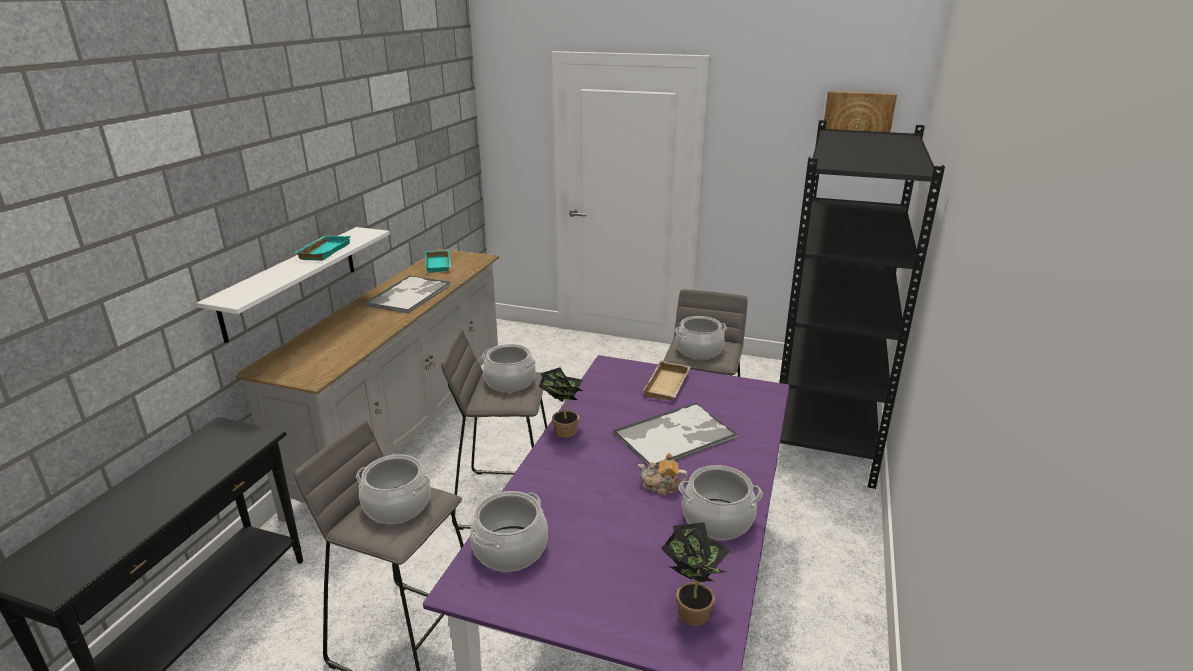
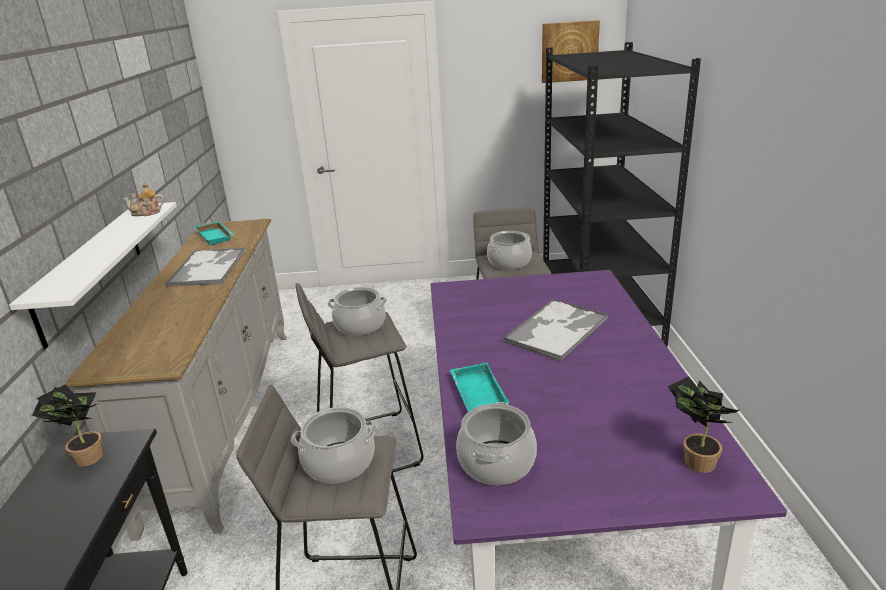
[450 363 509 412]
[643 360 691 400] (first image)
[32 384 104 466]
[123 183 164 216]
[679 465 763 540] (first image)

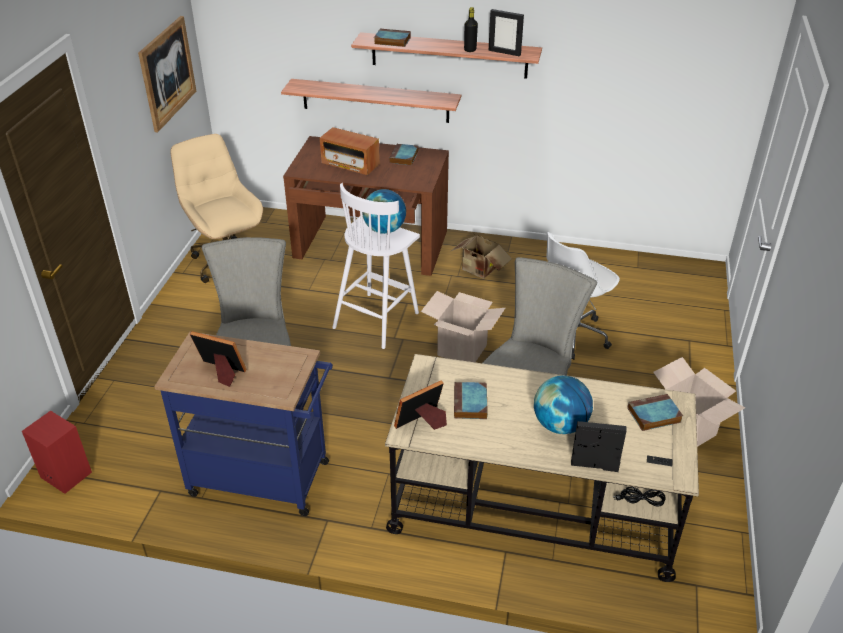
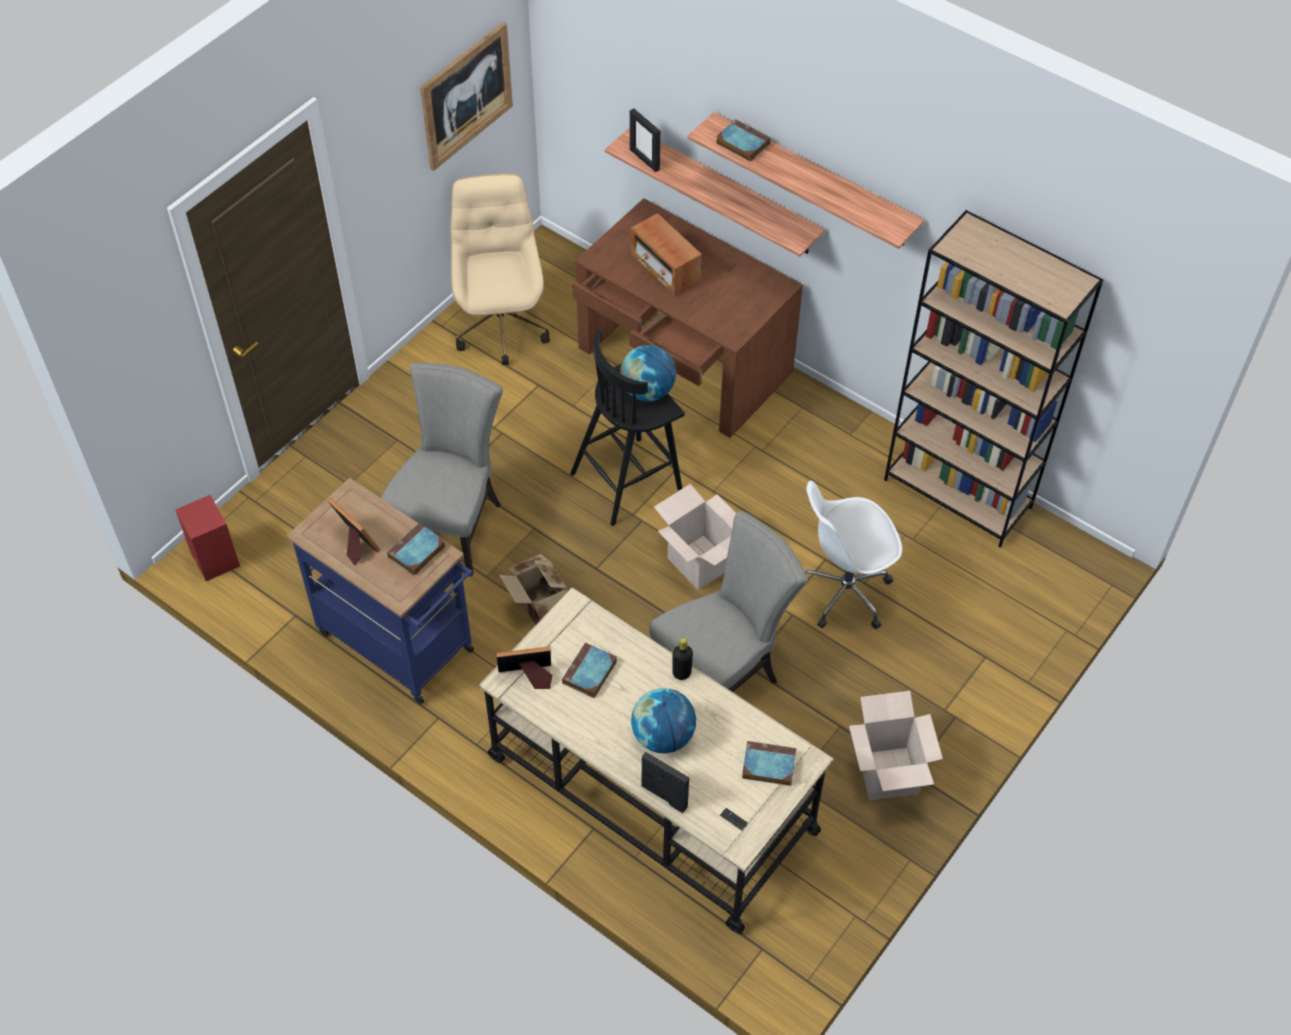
[673 638 693 680]
[630 109 660 172]
[387 523 446 576]
[570 329 685 526]
[499 554 568 625]
[884 210 1104 548]

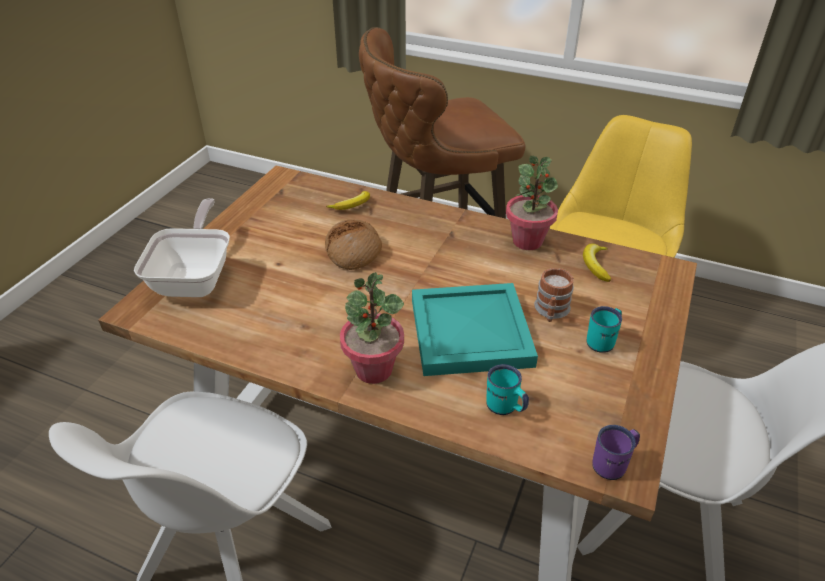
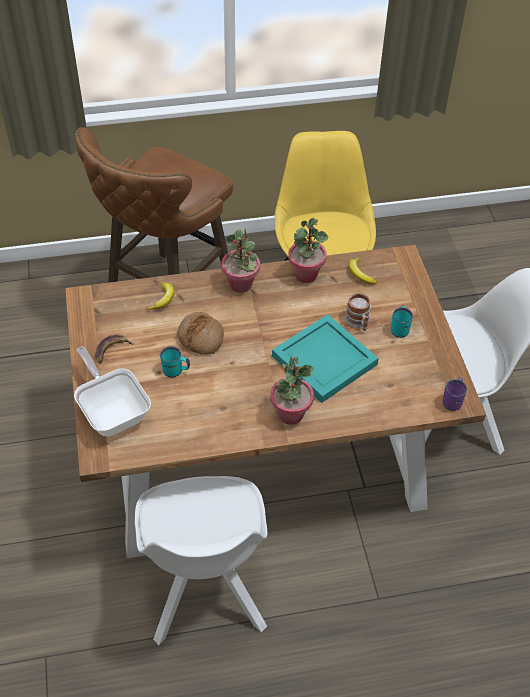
[160 346 190 377]
[221 229 260 293]
[95 334 133 363]

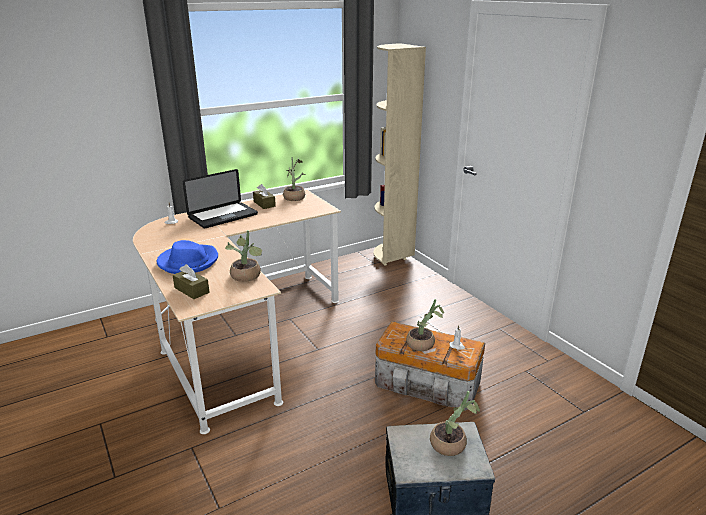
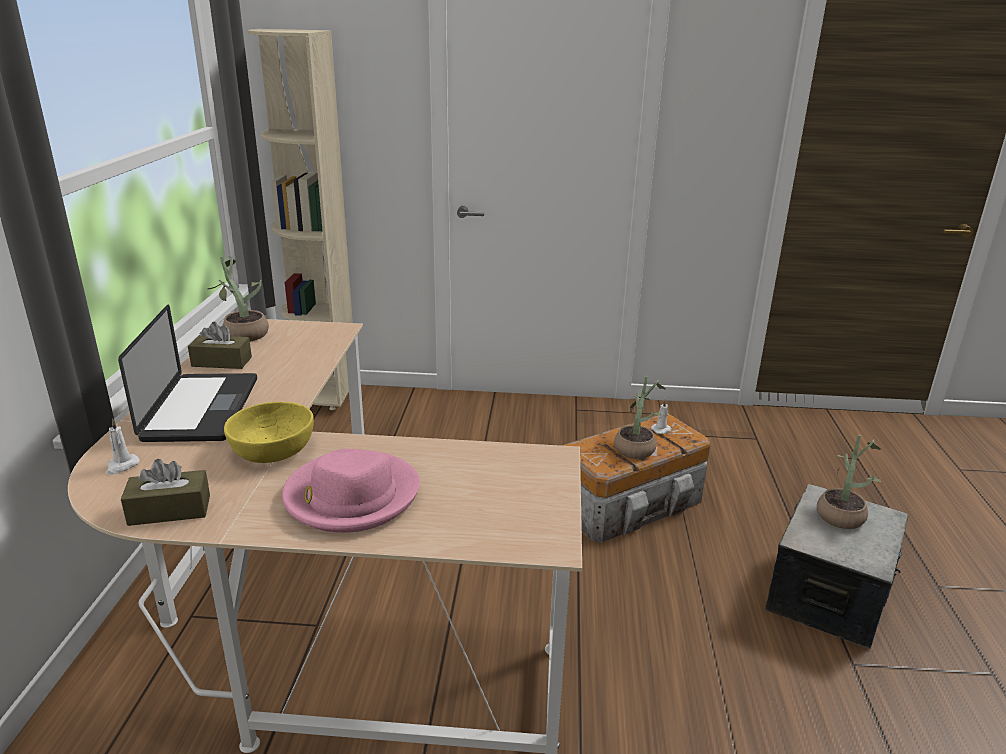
[225 230 262 282] (first image)
[282 449 420 533]
[121 459 210 526]
[224 402 314 463]

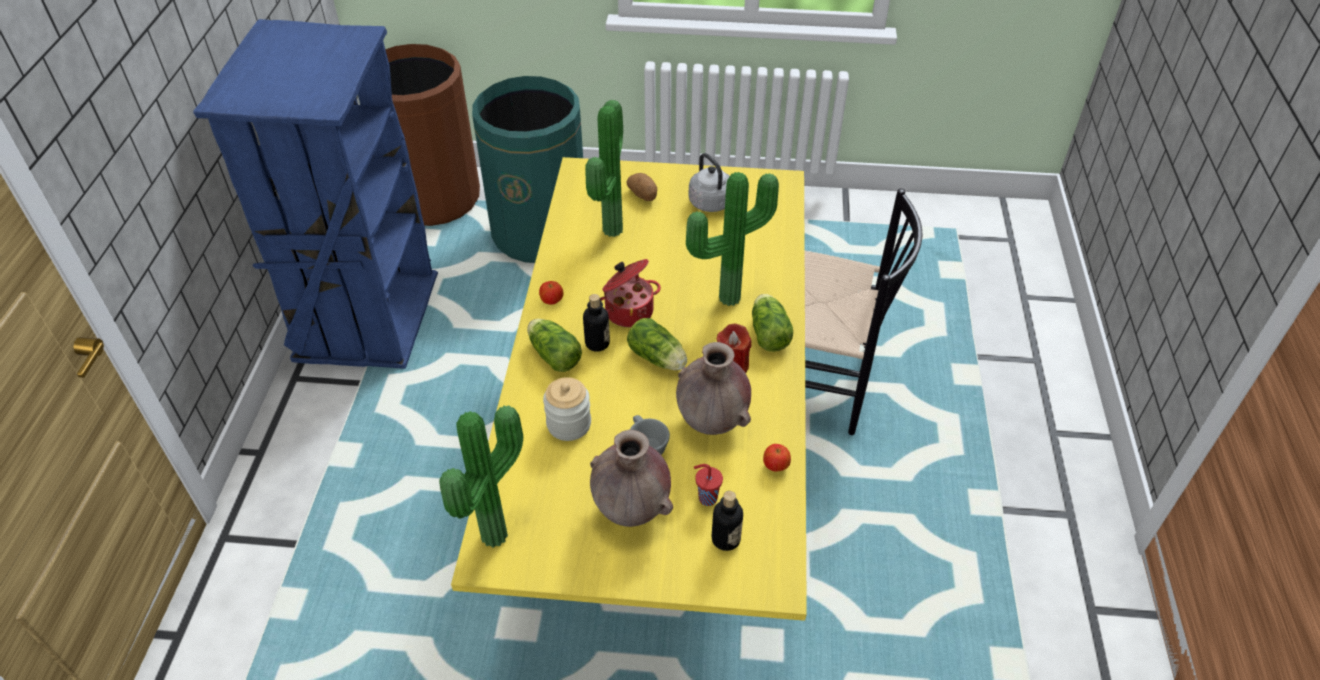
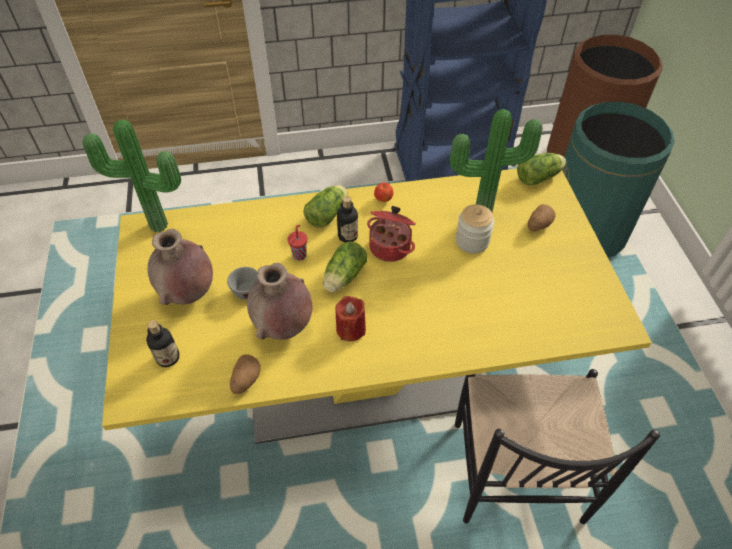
[688 153 730 212] (first image)
[686 172 779 306] (first image)
[517 153 566 186]
[456 204 494 253]
[230 354 261 394]
[288 225 308 261]

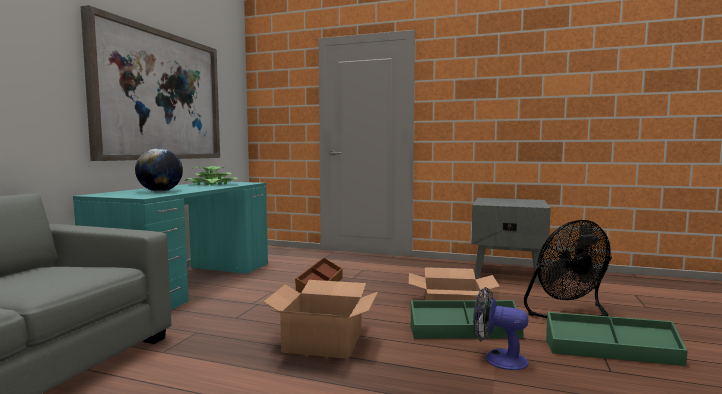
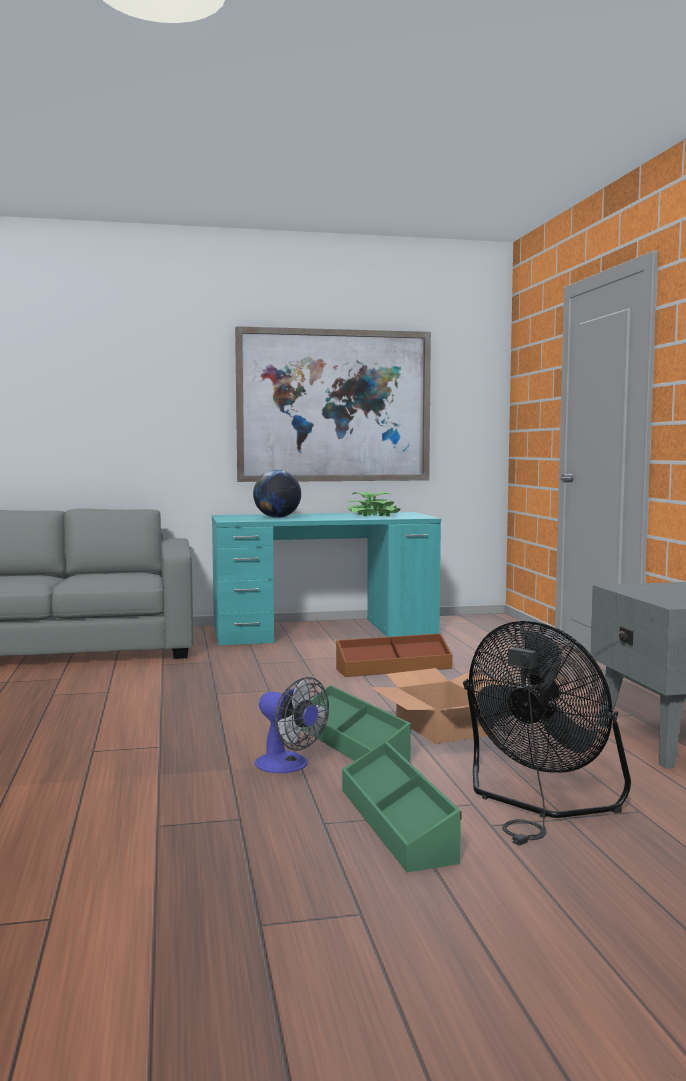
[264 280 378 359] (first image)
[255 677 329 773]

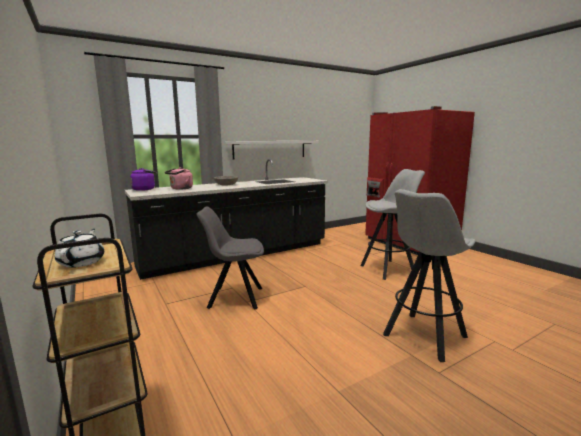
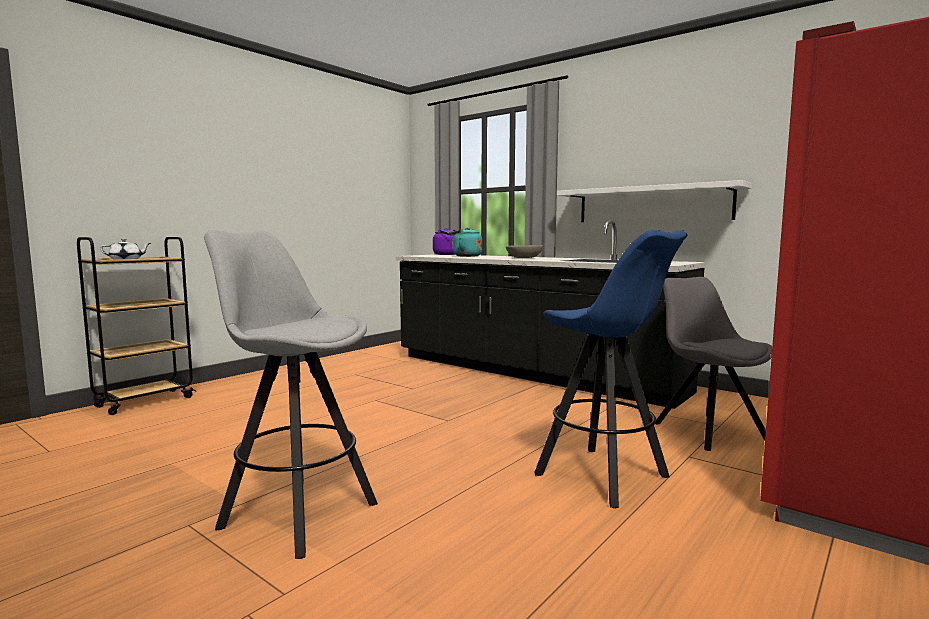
[448 228 482 257]
[534 230 687 508]
[655 277 772 451]

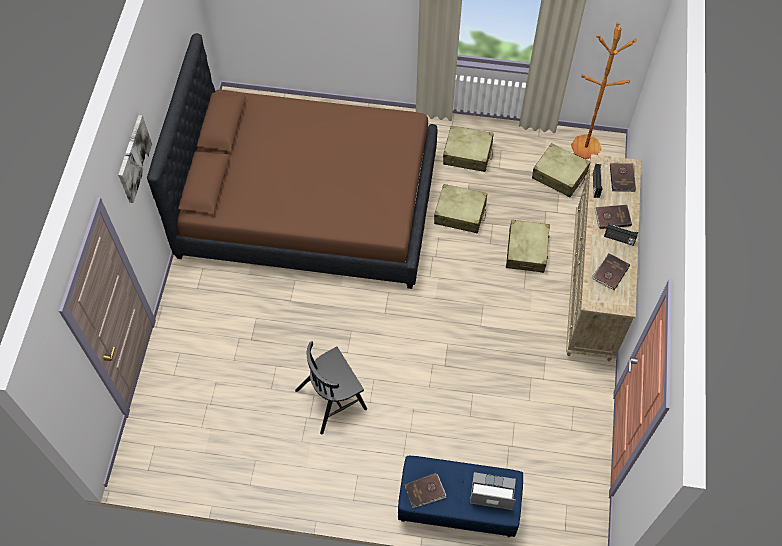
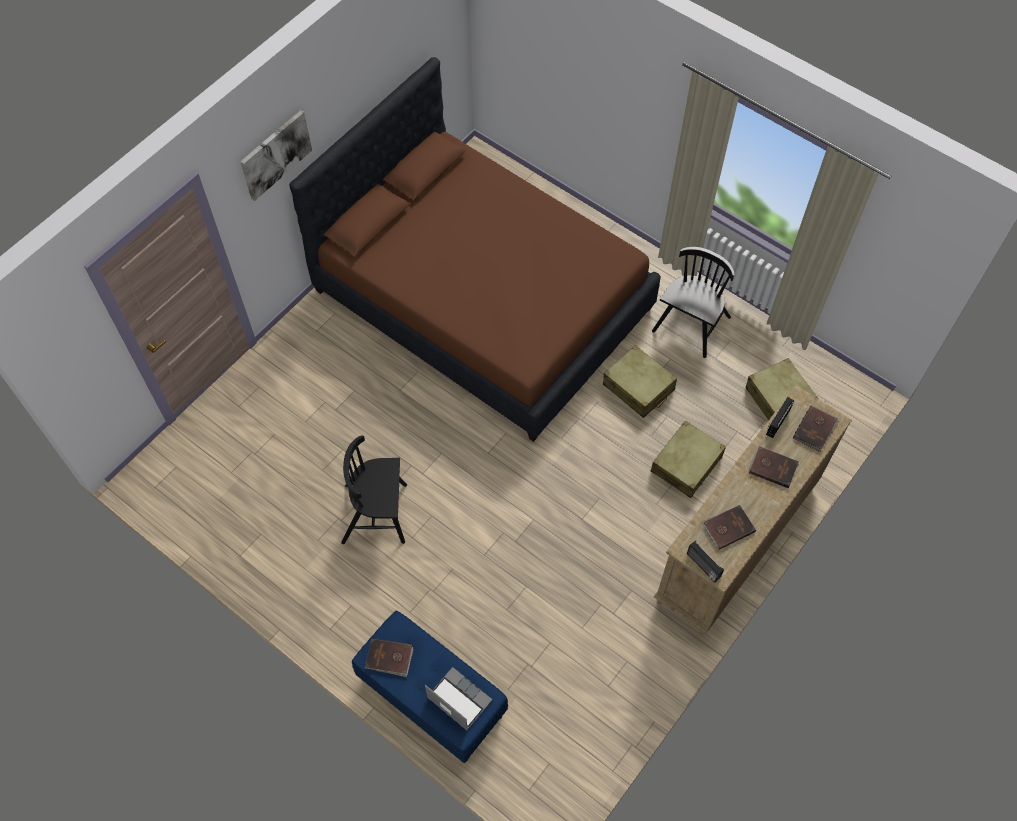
[571 23 637 159] (first image)
[652 247 735 358]
[687 540 724 582]

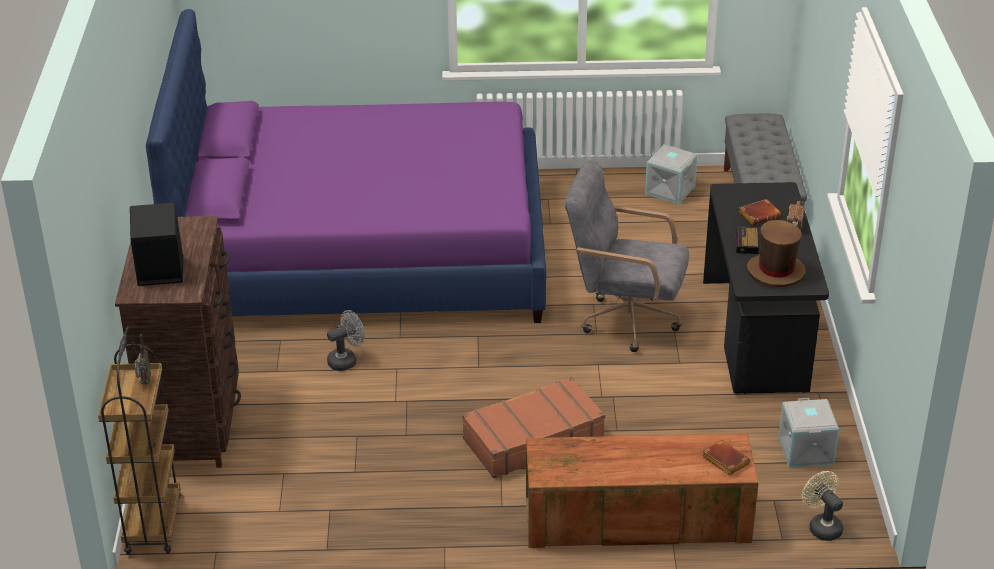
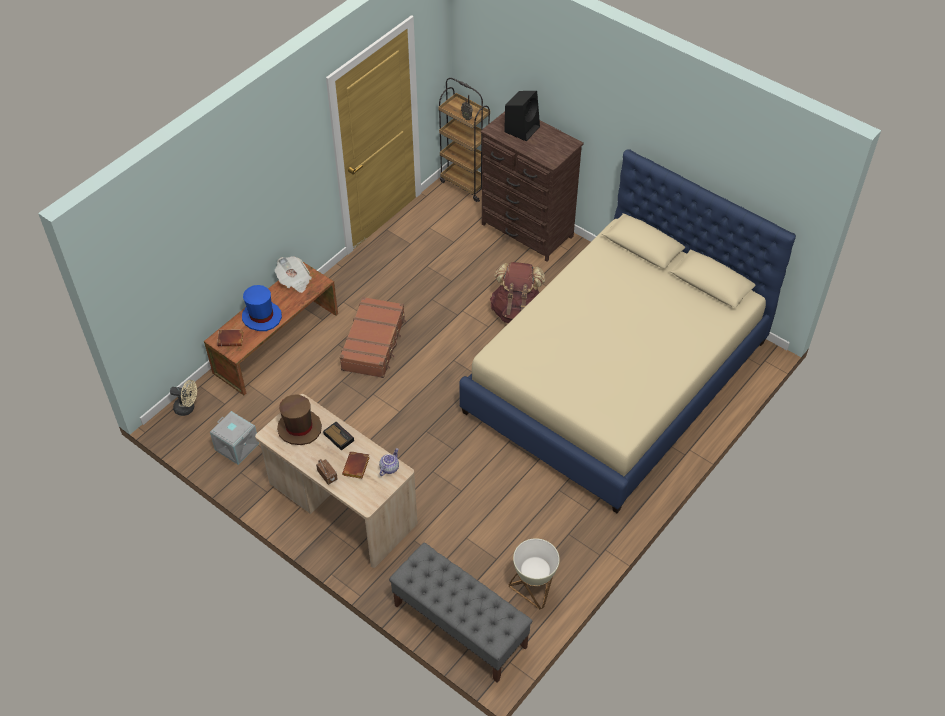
[459 149 796 513]
[509 538 560 609]
[565 160 689 352] (first image)
[255 394 417 568]
[490 262 545 323]
[275 256 312 293]
[242 285 282 331]
[379 448 399 476]

